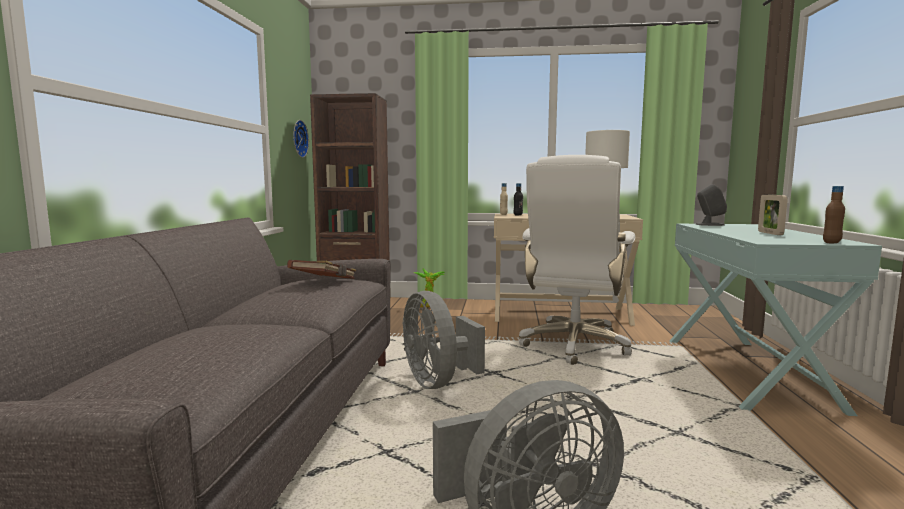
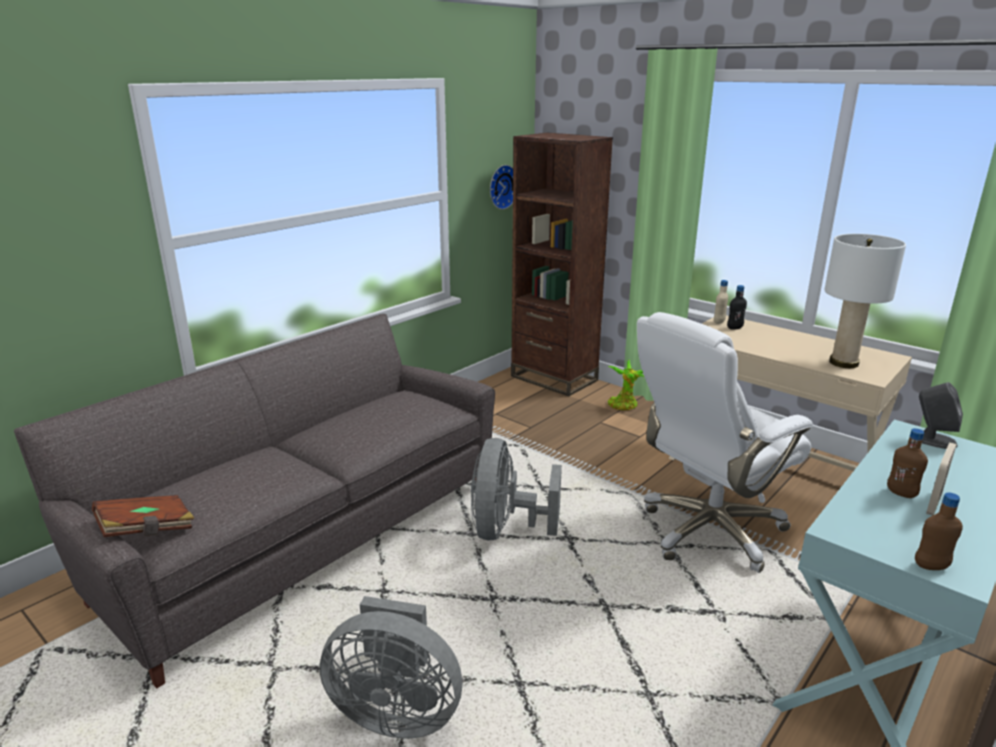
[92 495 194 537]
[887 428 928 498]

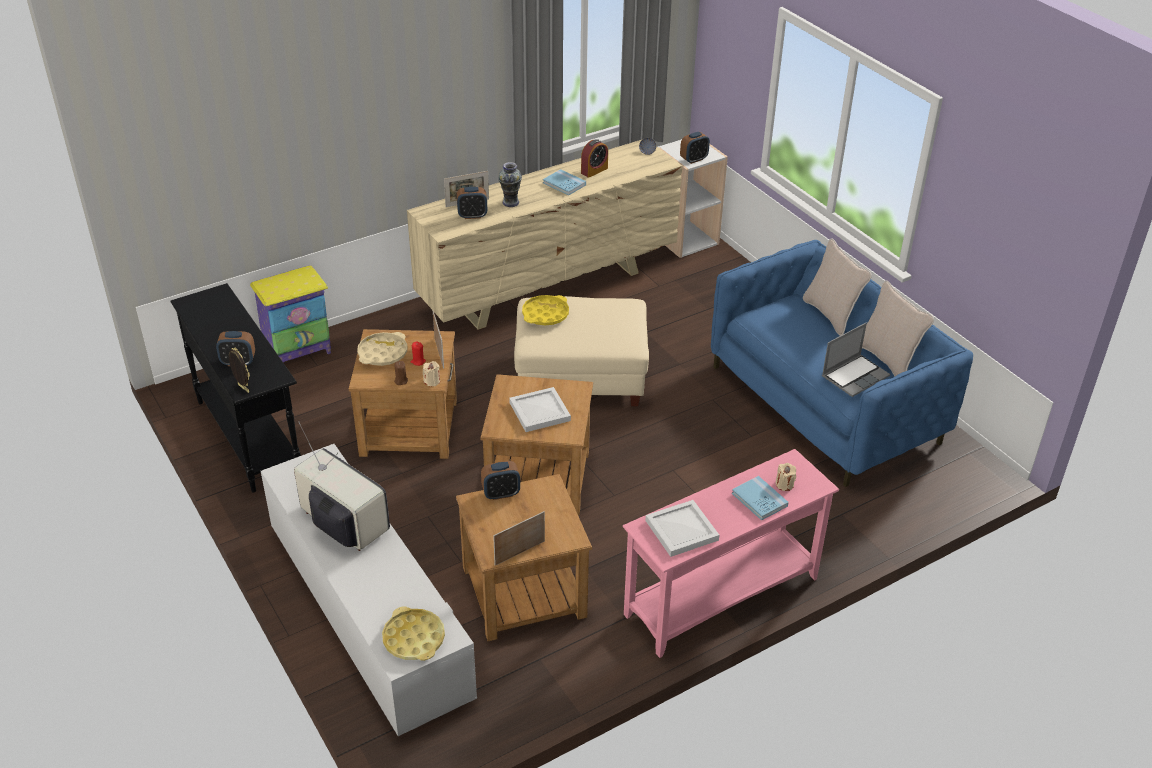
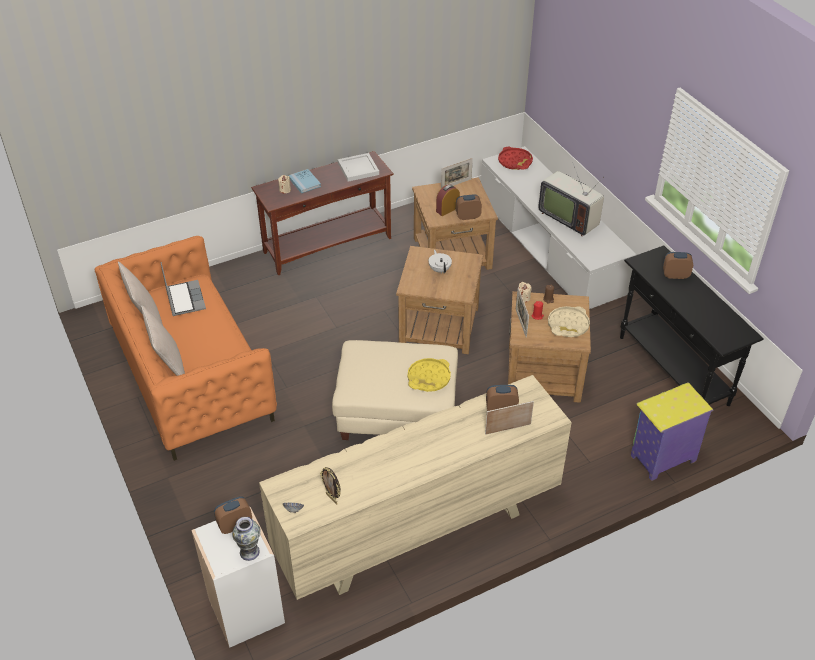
[436 184 460 216]
[232 517 261 561]
[543 169 586 195] (first image)
[95 236 277 461]
[160 262 206 316]
[320 467 341 505]
[429 250 452 274]
[251 151 394 275]
[498 147 533 170]

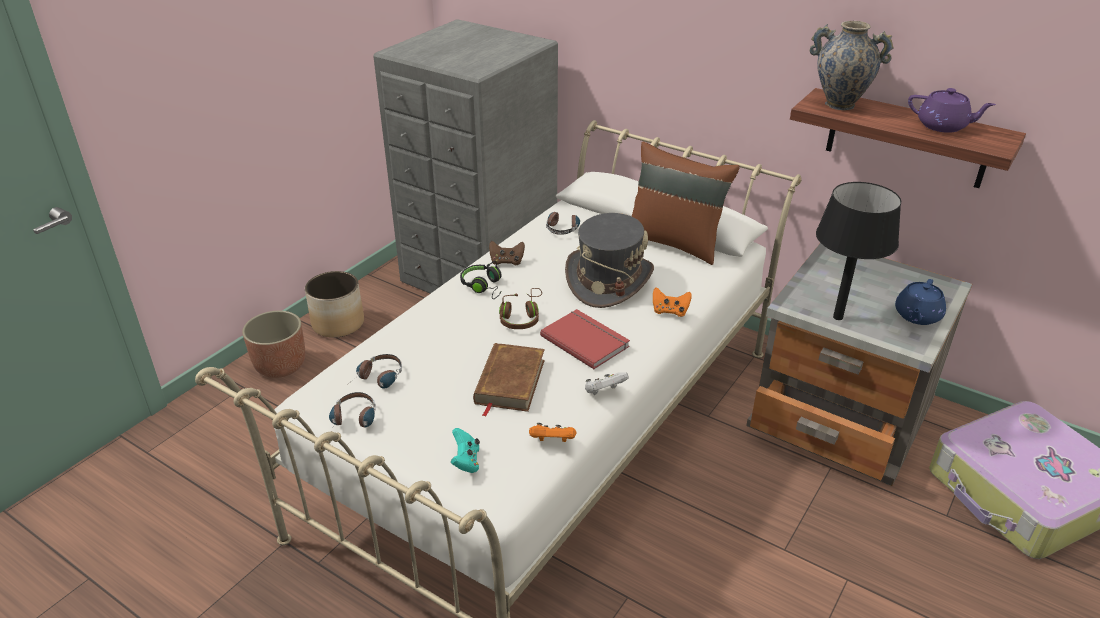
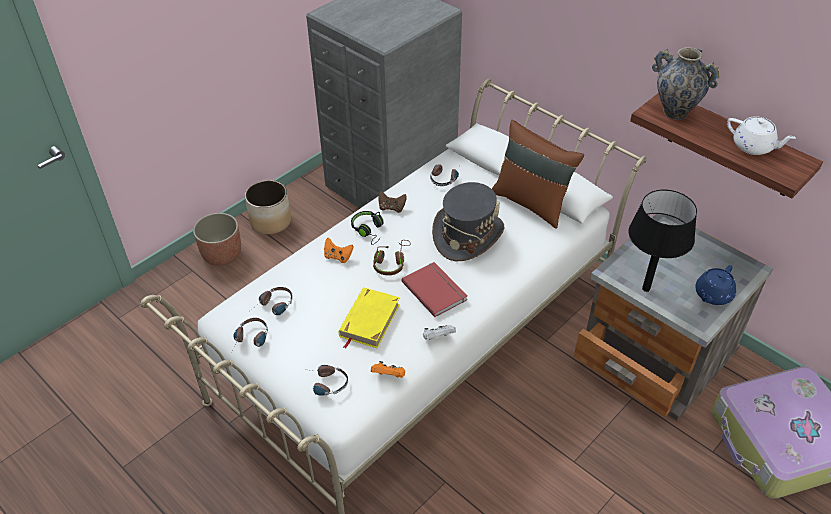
[727 116 796 155]
[324 238 353 263]
[339 287 400 349]
[312 365 348 395]

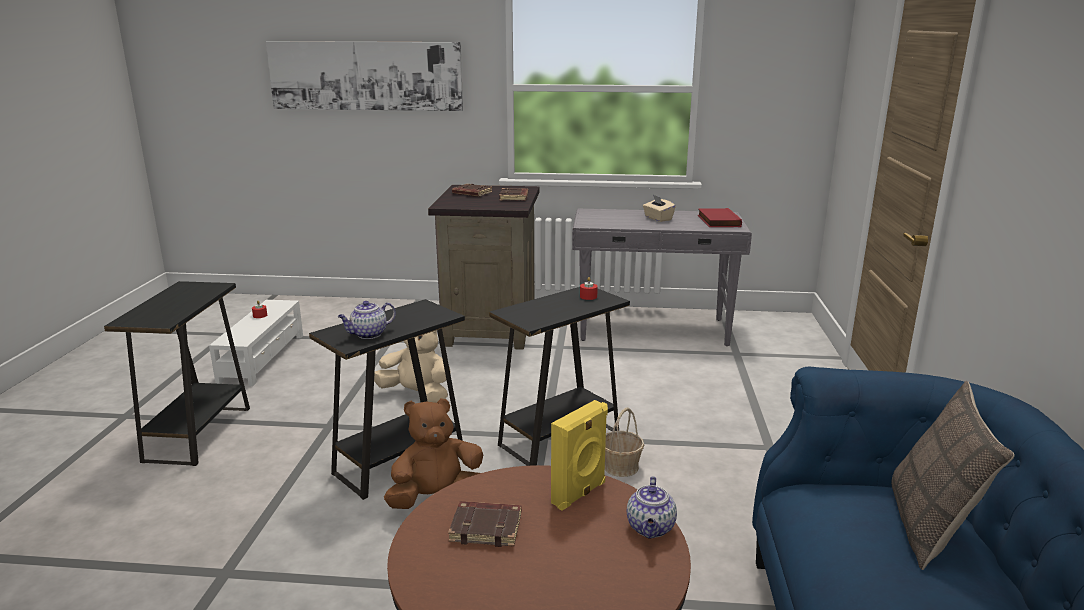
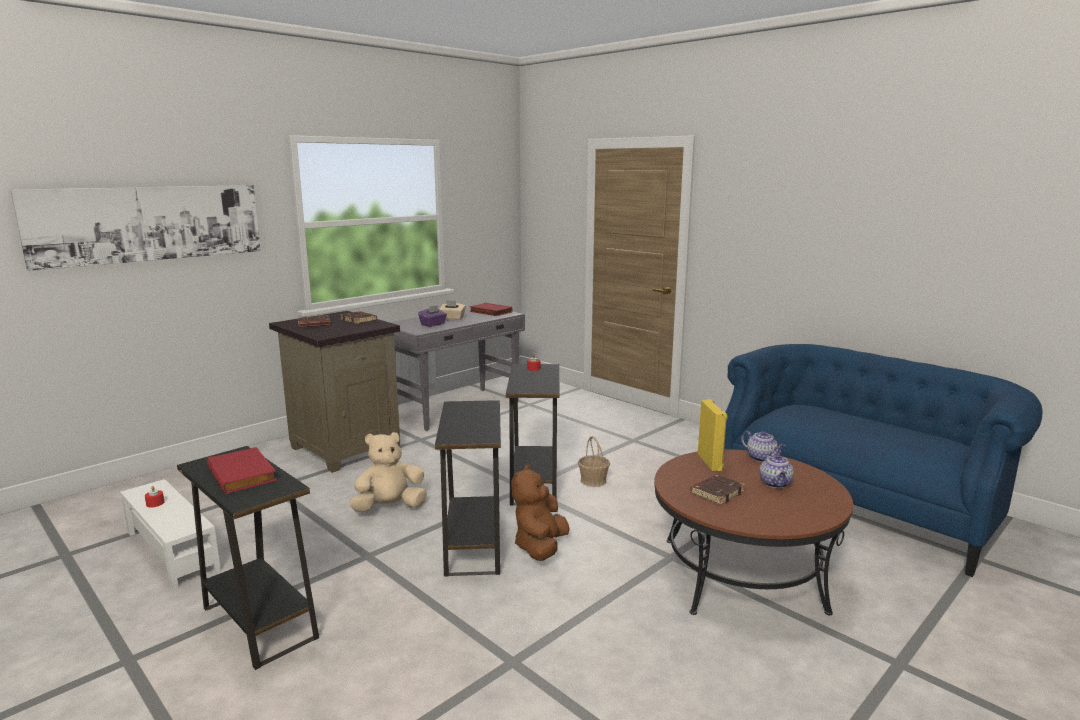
[760 452 794 488]
[891 381 1015 570] (first image)
[418 305 447 327]
[207 447 277 494]

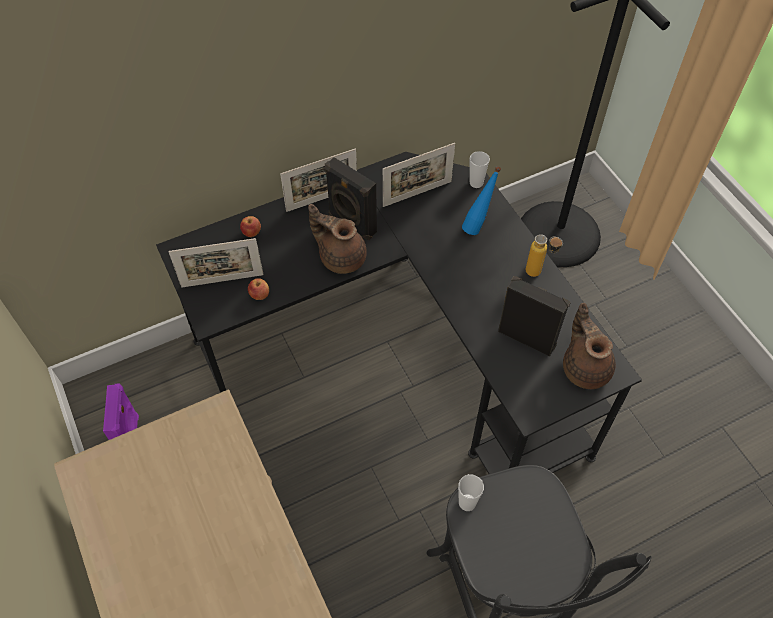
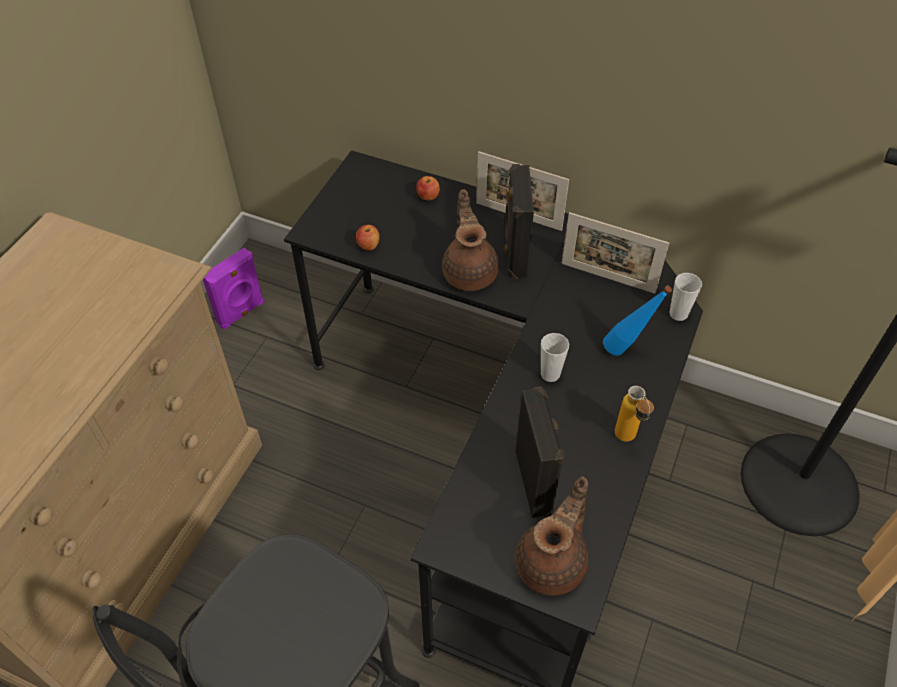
[169 238 264 287] (first image)
[541 333 569 382]

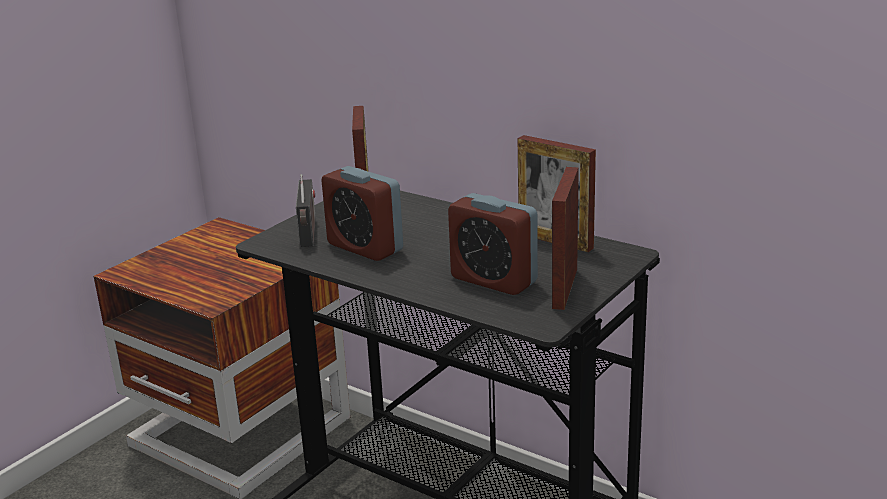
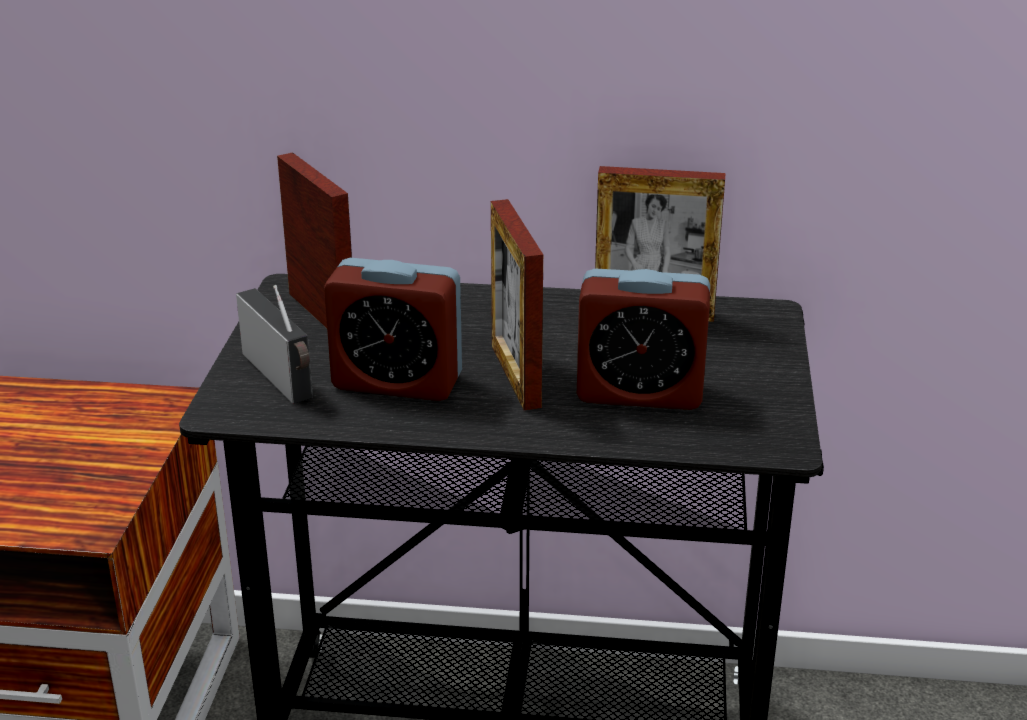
[491 199 543 410]

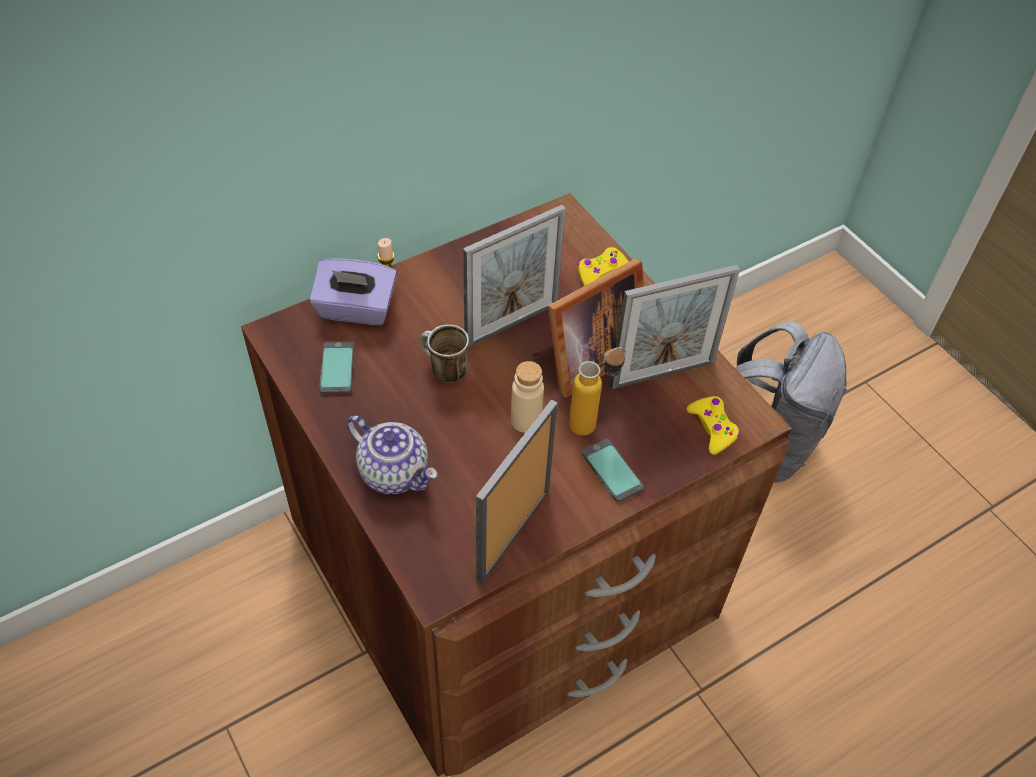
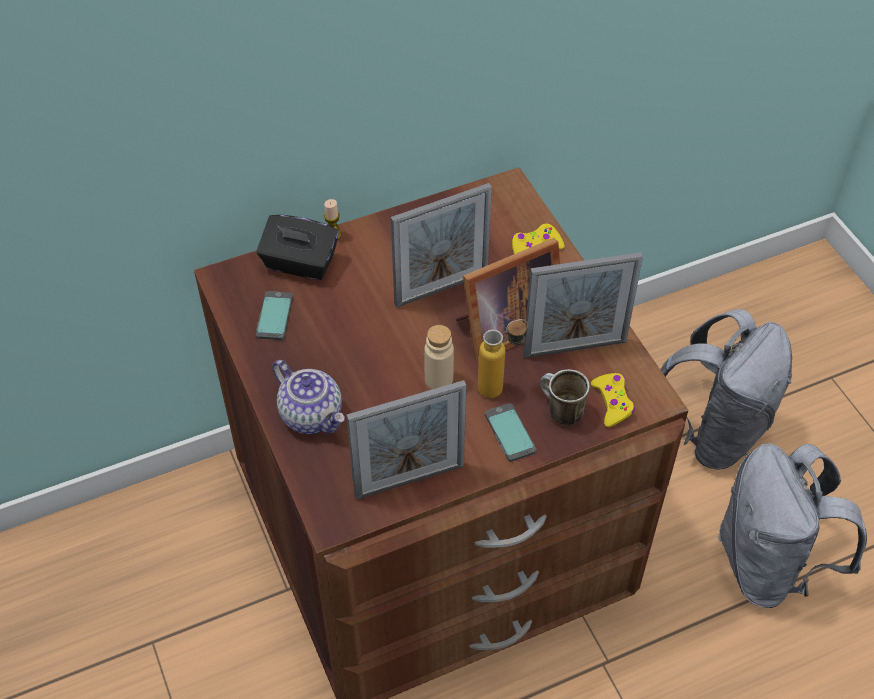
[256 215 339 280]
[540 369 590 425]
[346 380 466 500]
[718 444 867 608]

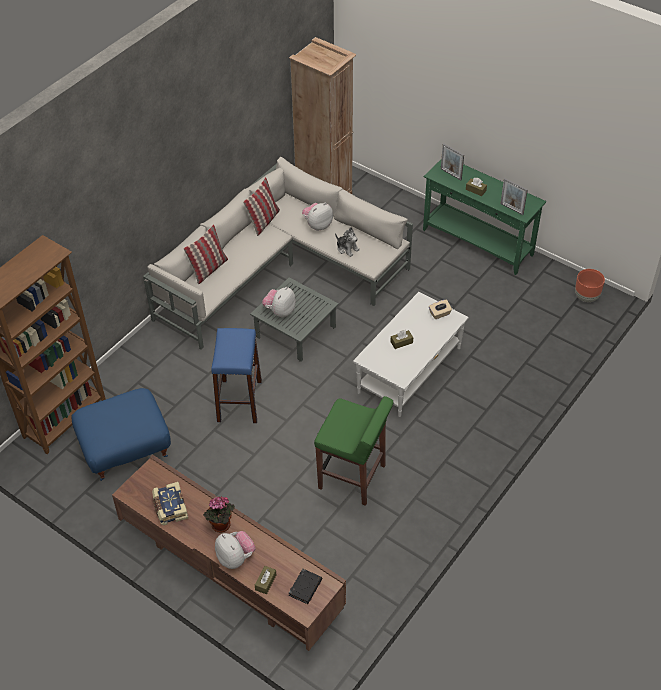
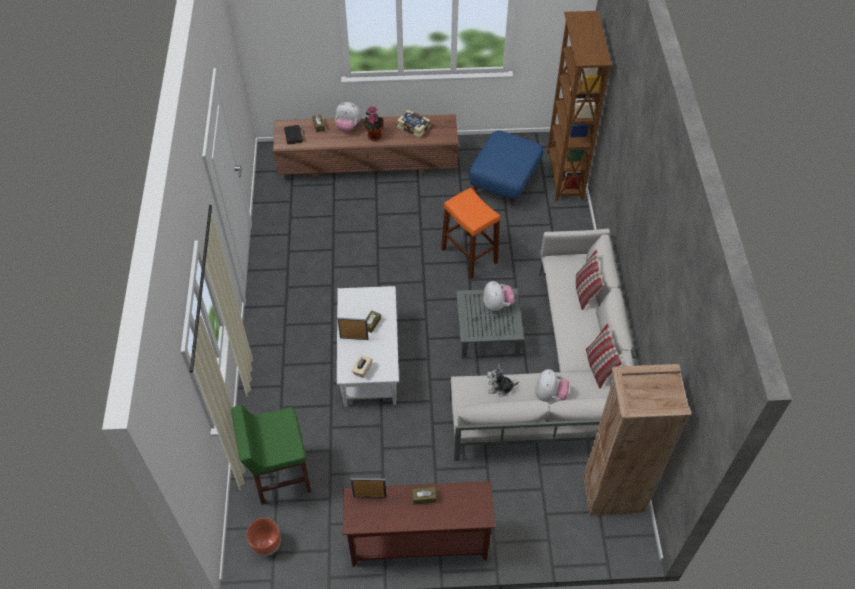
[337 318 368 340]
[343 481 495 567]
[441 188 501 279]
[231 405 311 505]

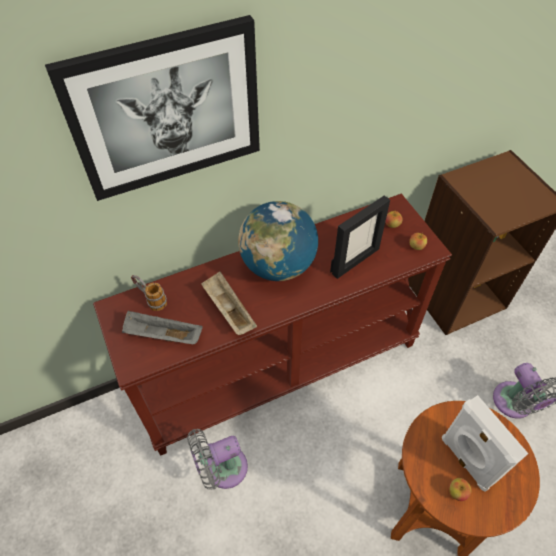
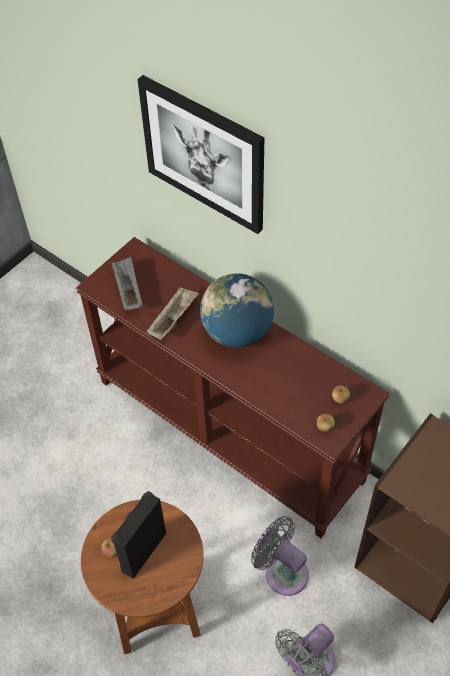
[330 195 390 279] (first image)
[131 275 167 311] (first image)
[111 491 166 579]
[251 516 309 596]

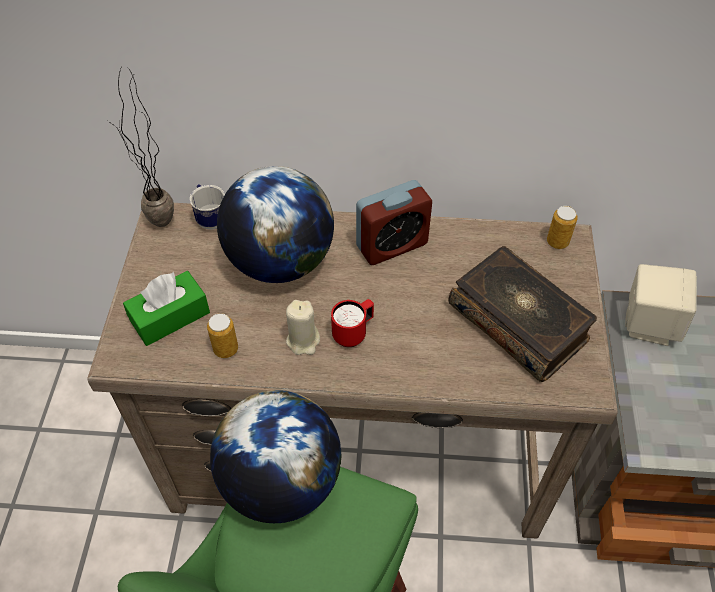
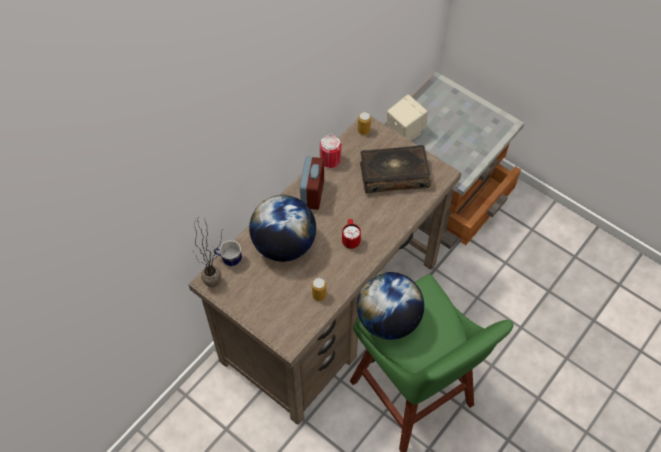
[123 271 210 346] (first image)
[286 300 320 355] (first image)
[320 135 342 169]

